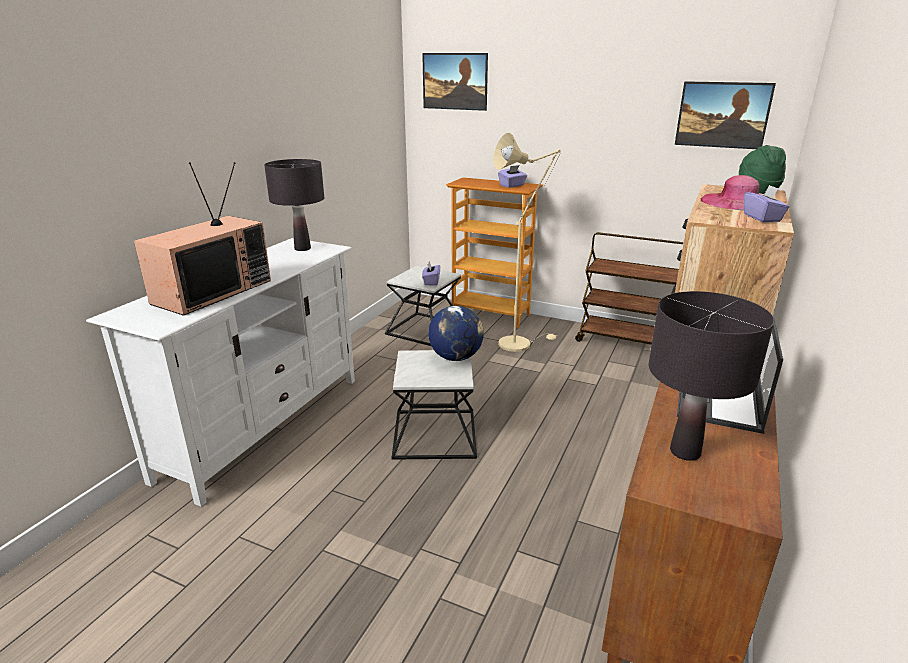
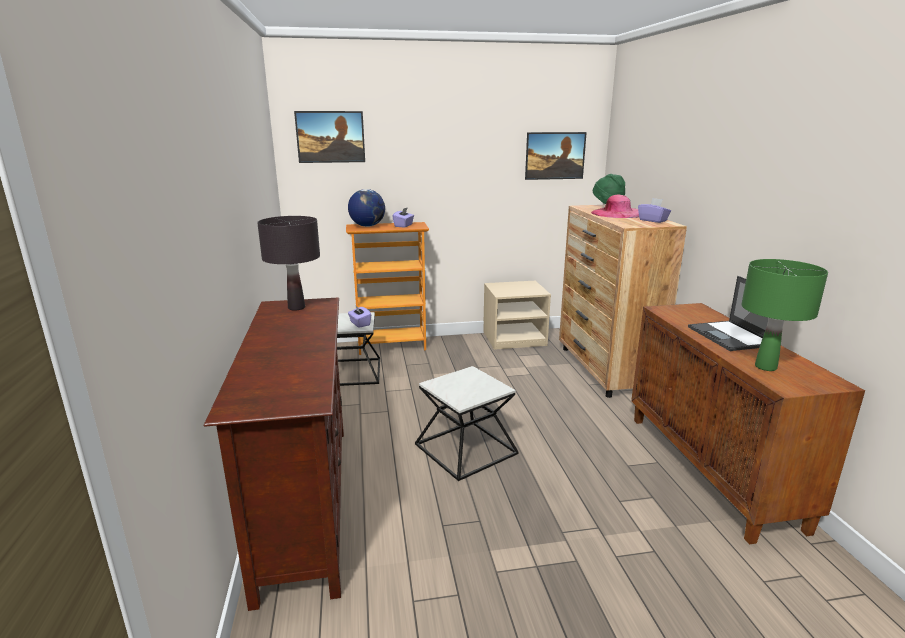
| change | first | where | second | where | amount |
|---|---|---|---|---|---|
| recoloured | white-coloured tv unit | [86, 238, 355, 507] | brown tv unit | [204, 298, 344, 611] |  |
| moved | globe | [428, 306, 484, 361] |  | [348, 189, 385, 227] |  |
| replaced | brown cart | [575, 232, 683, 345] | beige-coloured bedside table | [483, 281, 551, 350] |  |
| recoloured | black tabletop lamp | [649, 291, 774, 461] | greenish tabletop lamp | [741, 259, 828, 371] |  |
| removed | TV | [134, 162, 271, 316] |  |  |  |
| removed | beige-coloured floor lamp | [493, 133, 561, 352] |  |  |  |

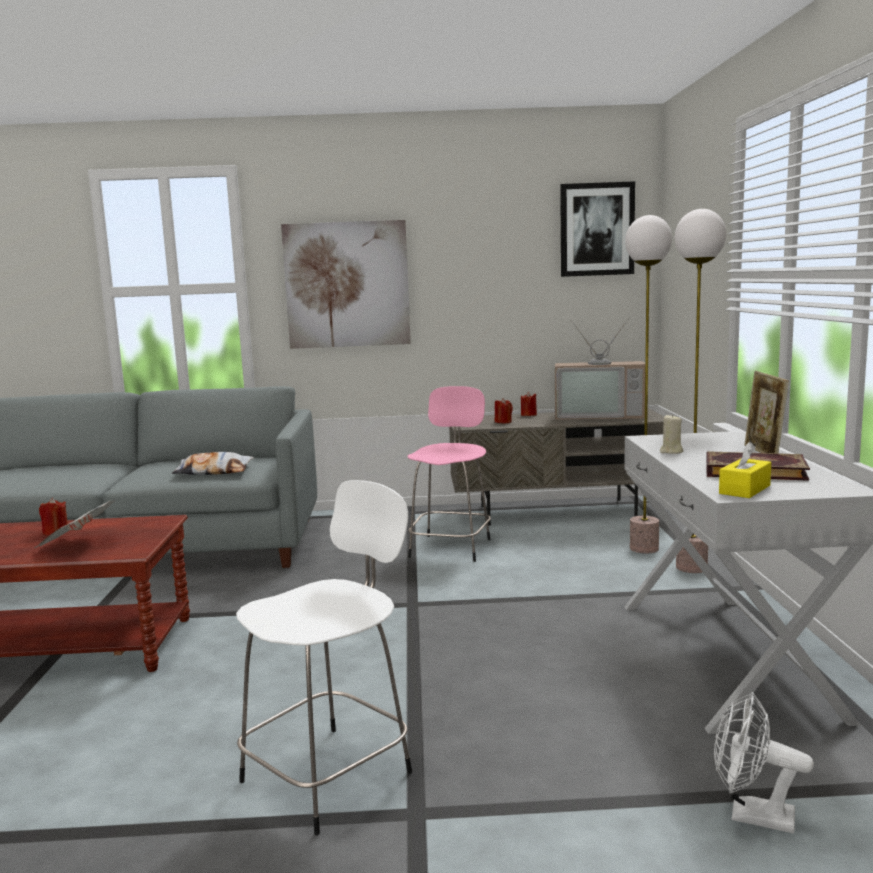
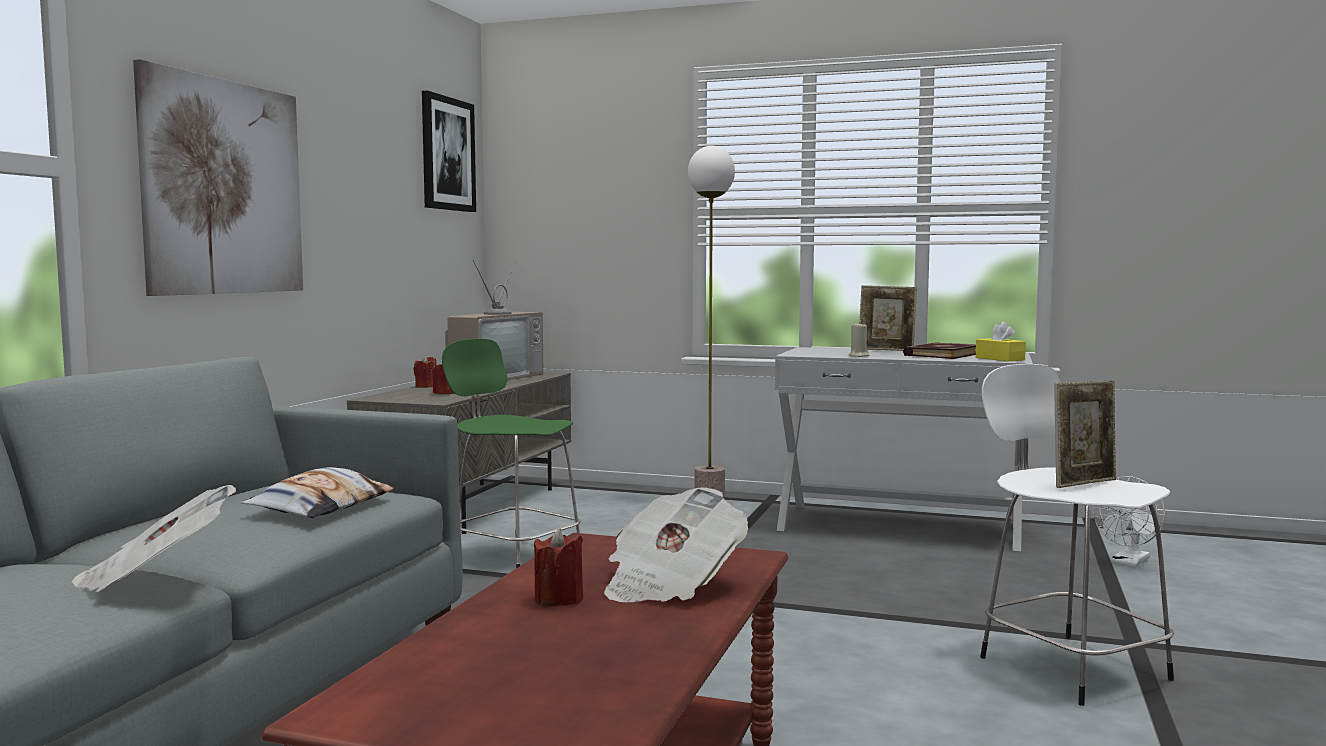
| change | first | where | second | where | amount |
|---|---|---|---|---|---|
| added |  |  | printed paper | [72, 485, 236, 592] |  |
| recoloured | pinkish stool | [407, 386, 491, 562] | greenish stool | [442, 339, 581, 568] |  |
| added |  |  | standing frame | [1054, 380, 1116, 488] |  |
| removed | floor lamp | [625, 215, 672, 553] |  |  |  |

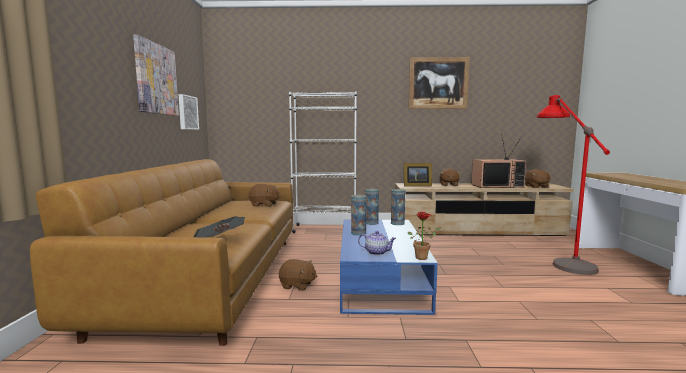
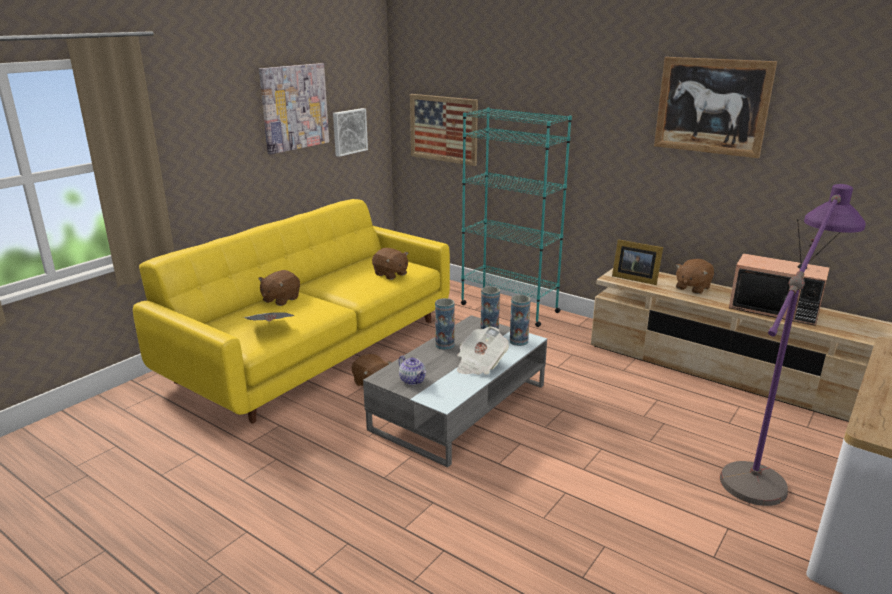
| change | first | where | second | where | amount |
|---|---|---|---|---|---|
| recoloured | brown settee | [30, 159, 293, 346] | yellow-coloured settee | [133, 199, 450, 423] |  |
| moved | brown soft toy | [525, 169, 552, 188] |  | [258, 270, 300, 306] |  |
| recoloured | blue low table | [340, 219, 438, 315] | gray low table | [363, 315, 547, 467] |  |
| added |  |  | picture | [410, 94, 478, 166] |  |
| added |  |  | printed paper | [457, 327, 509, 375] |  |
| recoloured | white-coloured bookshelf | [289, 92, 357, 233] | turquoise-coloured bookshelf | [461, 108, 572, 327] |  |
| recoloured | reddish floor lamp | [537, 95, 610, 275] | purple-coloured floor lamp | [720, 184, 866, 506] |  |
| removed | houseplant | [408, 212, 442, 260] |  |  |  |

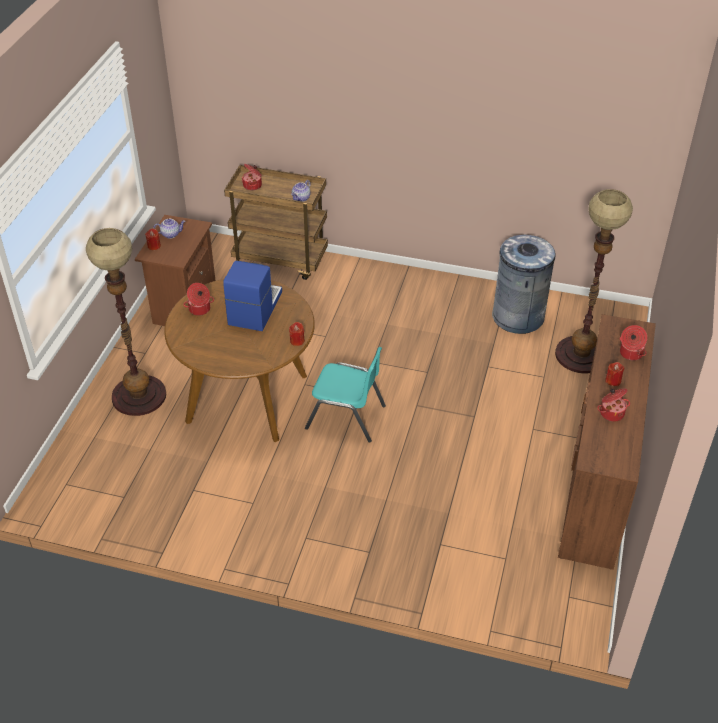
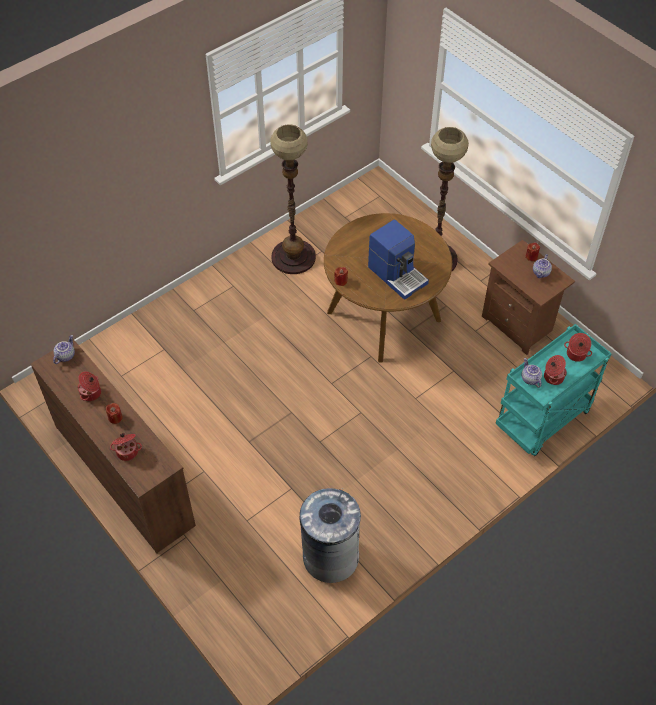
| change | first | where | second | where | amount |
|---|---|---|---|---|---|
| added |  |  | teapot | [53, 335, 75, 364] |  |
| moved | floor lamp | [555, 189, 633, 373] |  | [270, 125, 316, 274] |  |
| recoloured | brown cart | [224, 165, 328, 280] | turquoise-coloured cart | [496, 324, 612, 456] |  |
| moved | cooking pot | [183, 283, 214, 316] |  | [544, 355, 567, 385] |  |
| removed | turquoise-coloured chair | [305, 347, 386, 443] |  |  |  |

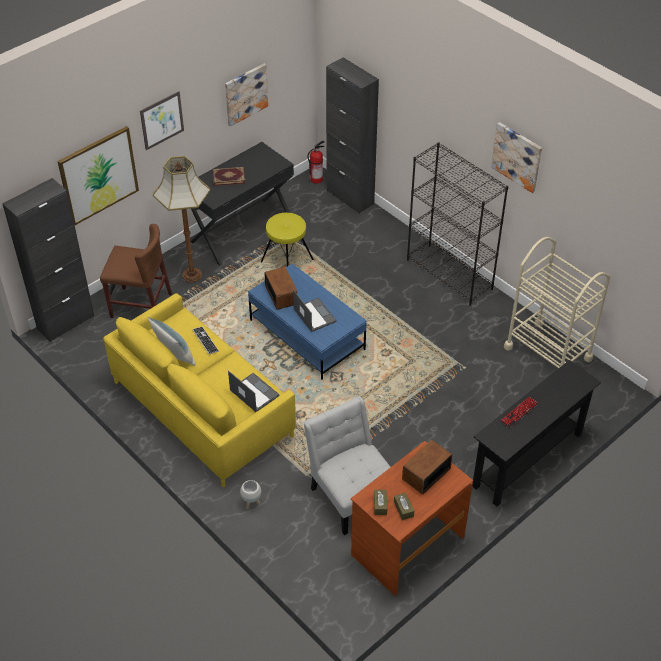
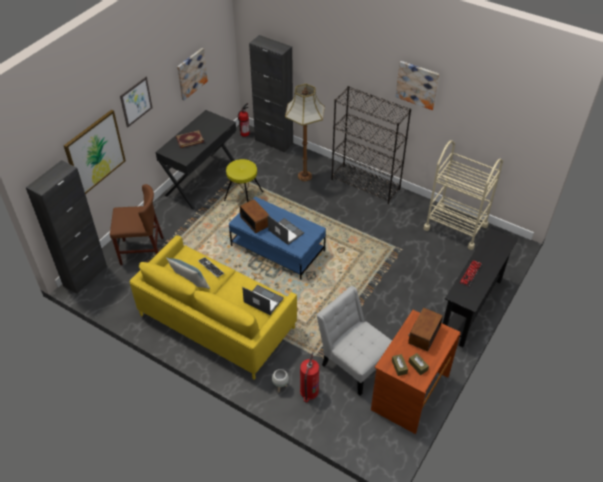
| change | first | where | second | where | amount |
|---|---|---|---|---|---|
| moved | floor lamp | [153, 156, 211, 282] |  | [285, 84, 325, 181] |  |
| added |  |  | fire-fighting cylinder | [300, 353, 319, 402] |  |

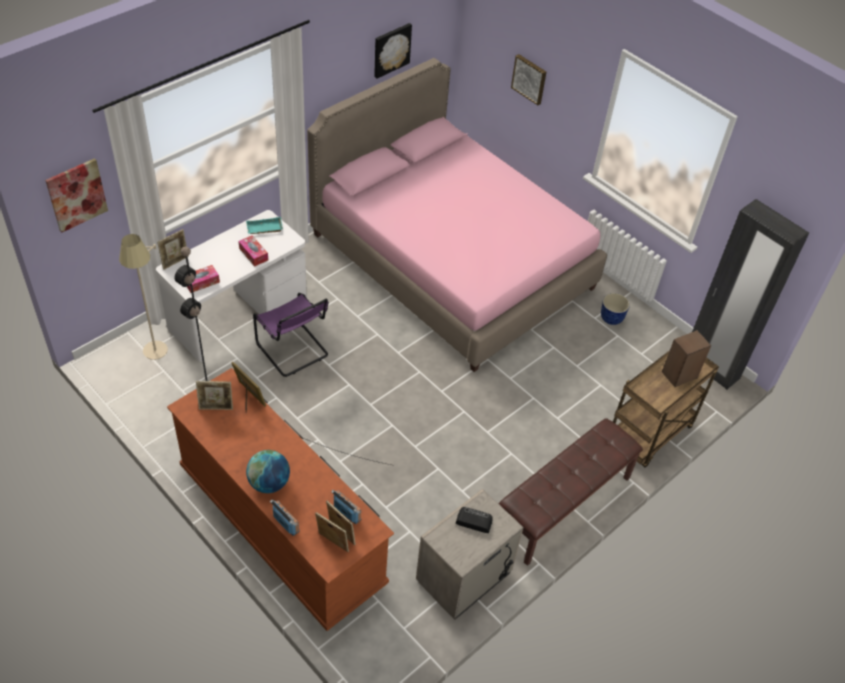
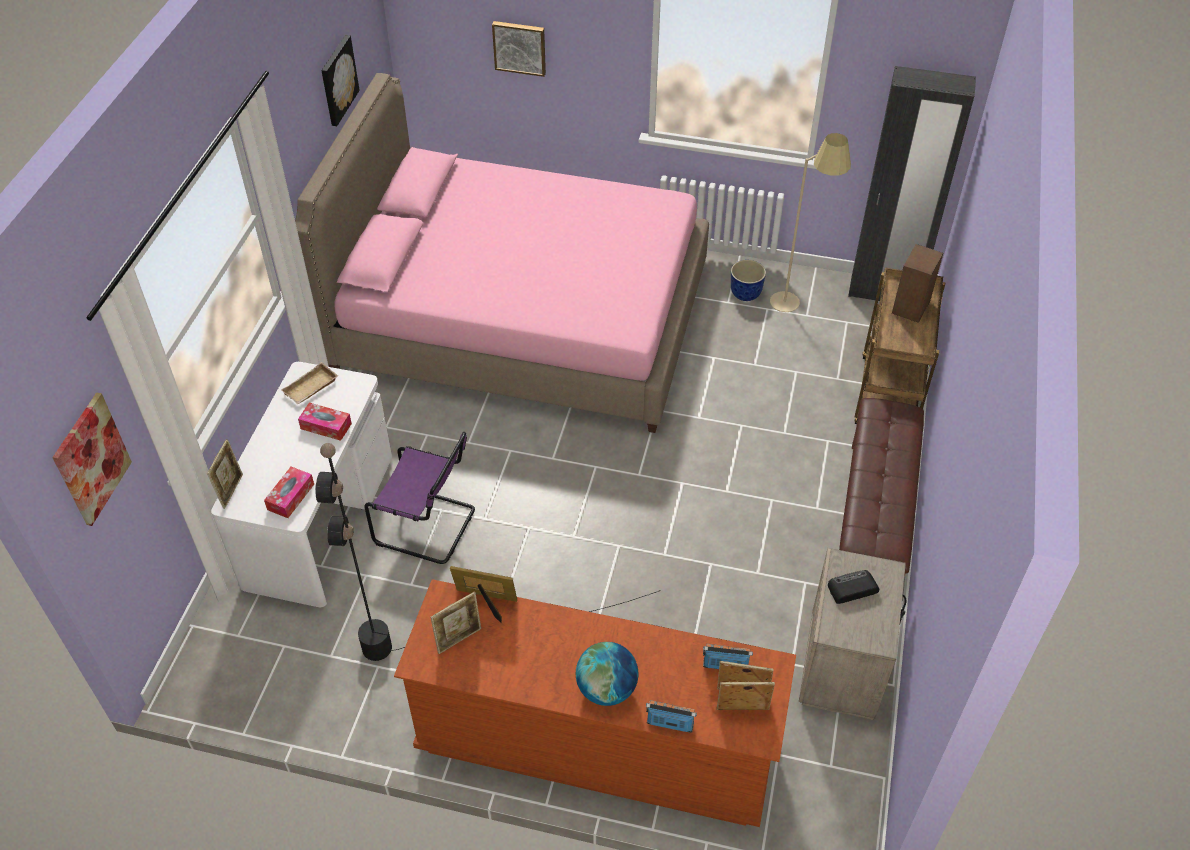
| change | first | where | second | where | amount |
|---|---|---|---|---|---|
| recoloured | turquoise-coloured serving tray | [246, 217, 283, 234] | beige-coloured serving tray | [281, 362, 338, 404] |  |
| moved | beige-coloured floor lamp | [119, 234, 168, 360] |  | [770, 133, 851, 312] |  |

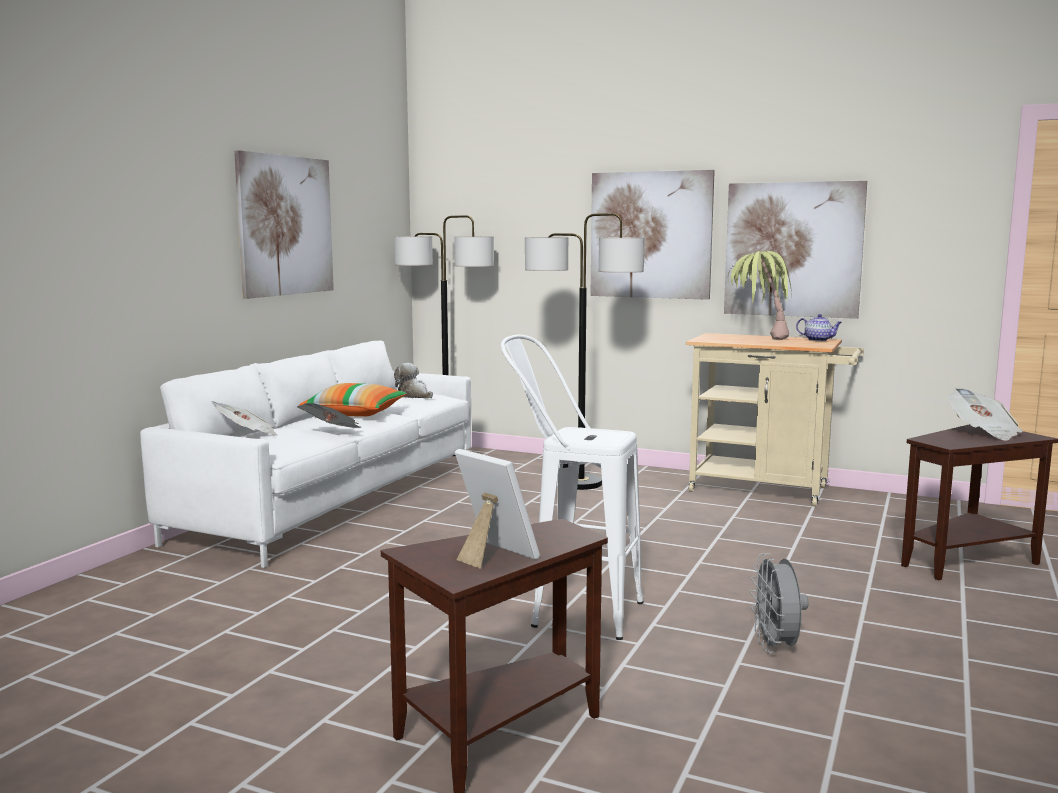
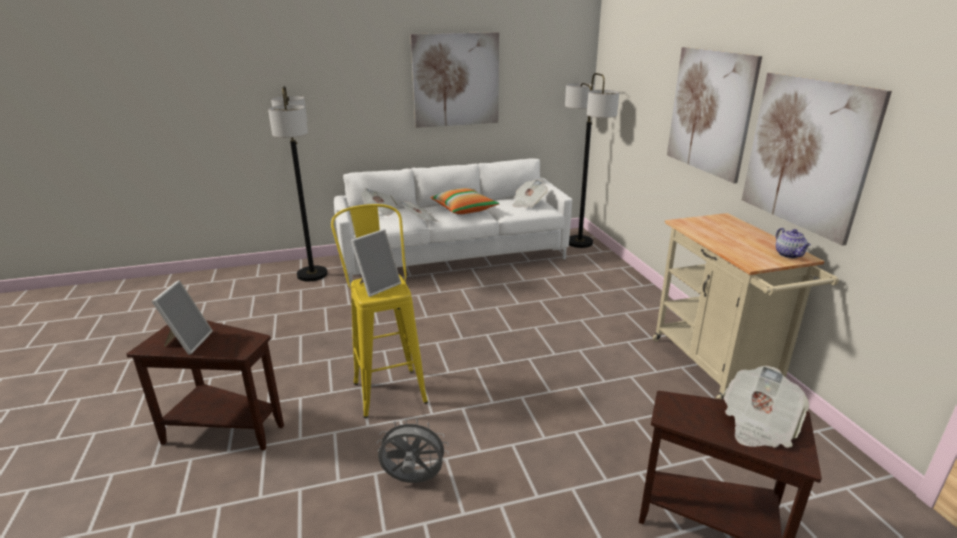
| change | first | where | second | where | amount |
|---|---|---|---|---|---|
| moved | floor lamp | [525, 213, 645, 490] |  | [268, 86, 327, 281] |  |
| recoloured | white-coloured stool | [501, 335, 643, 640] | yellow-coloured stool | [331, 204, 428, 418] |  |
| added |  |  | standing frame | [351, 229, 401, 297] |  |
| turned | gray electric fan | [750, 553, 809, 653] |  | [377, 418, 449, 483] | 45 degrees clockwise |
| replaced | soft toy | [394, 363, 433, 399] | printed paper | [513, 180, 548, 208] |  |
| removed | houseplant | [728, 251, 792, 340] |  |  |  |

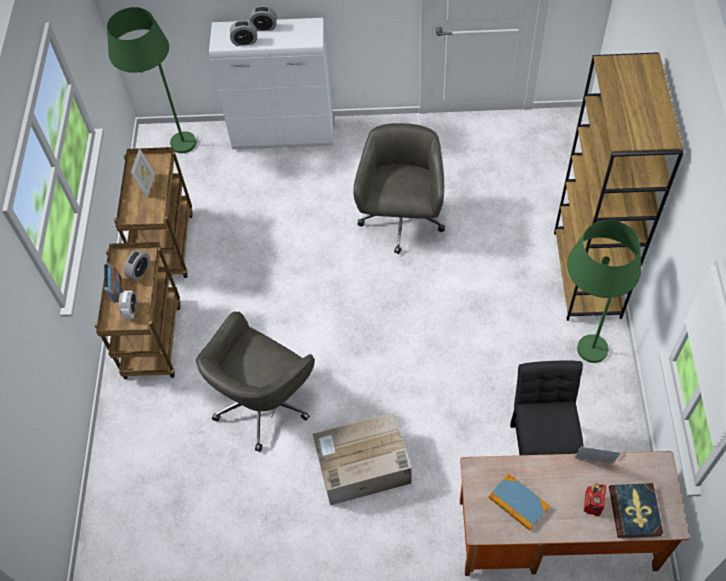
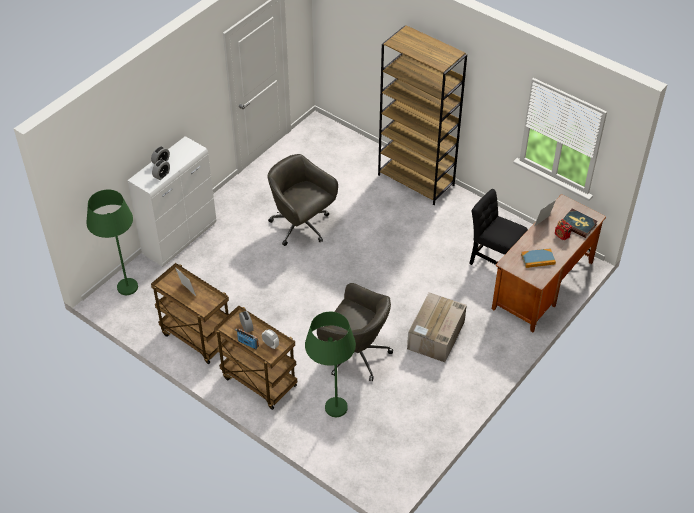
| change | first | where | second | where | amount |
|---|---|---|---|---|---|
| moved | greenish floor lamp | [567, 220, 641, 363] |  | [305, 312, 356, 417] |  |
| turned | gray computer chair | [196, 311, 315, 452] |  | [317, 283, 393, 381] | 45 degrees counterclockwise |

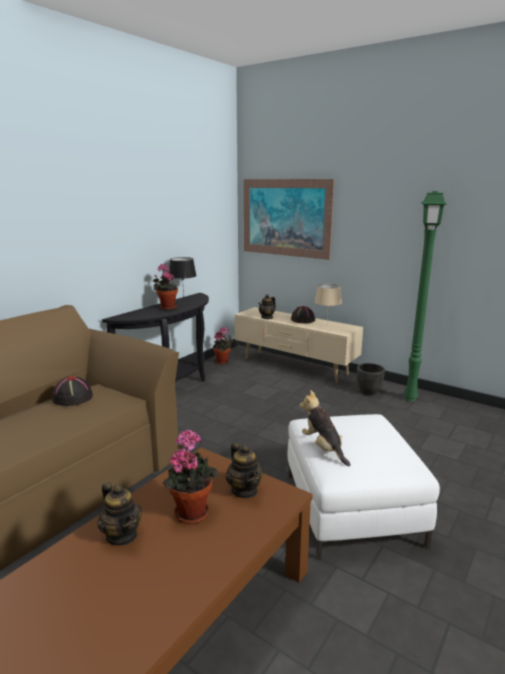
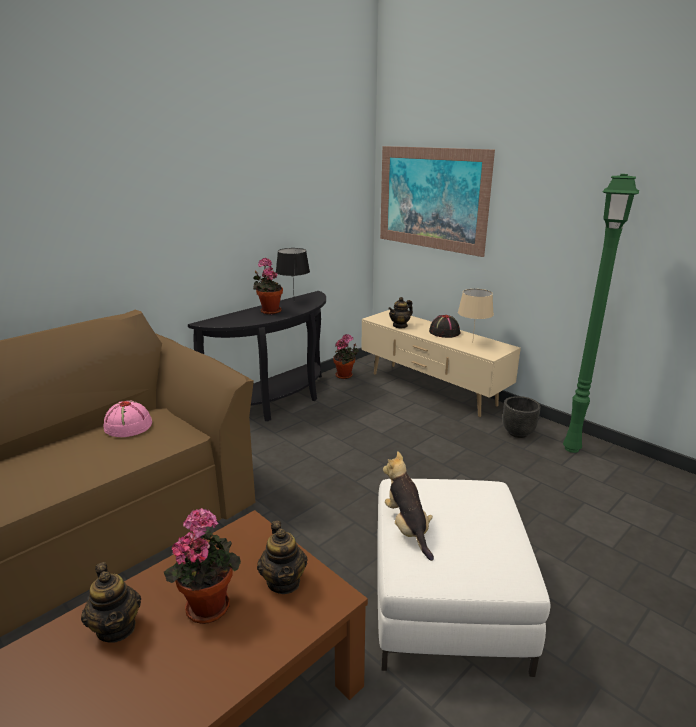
| change | first | where | second | where | amount |
|---|---|---|---|---|---|
| recoloured | black hat | [52, 376, 93, 406] | pinkish hat | [103, 401, 152, 437] |  |

